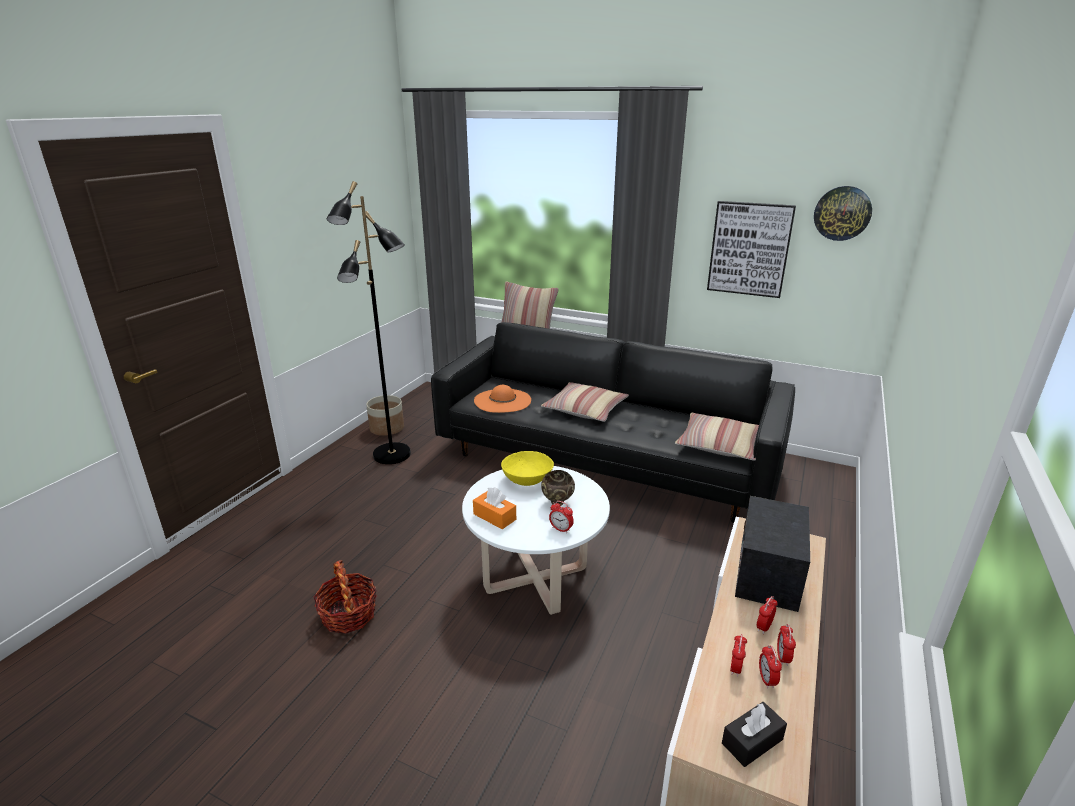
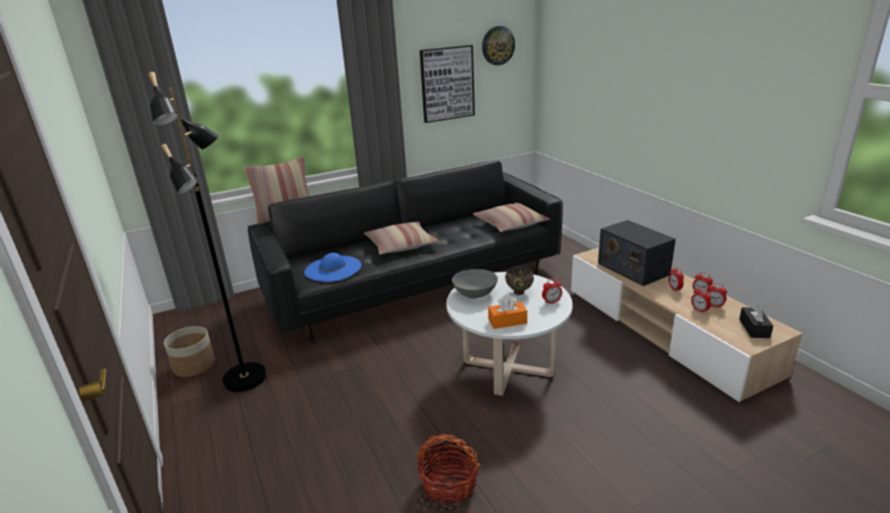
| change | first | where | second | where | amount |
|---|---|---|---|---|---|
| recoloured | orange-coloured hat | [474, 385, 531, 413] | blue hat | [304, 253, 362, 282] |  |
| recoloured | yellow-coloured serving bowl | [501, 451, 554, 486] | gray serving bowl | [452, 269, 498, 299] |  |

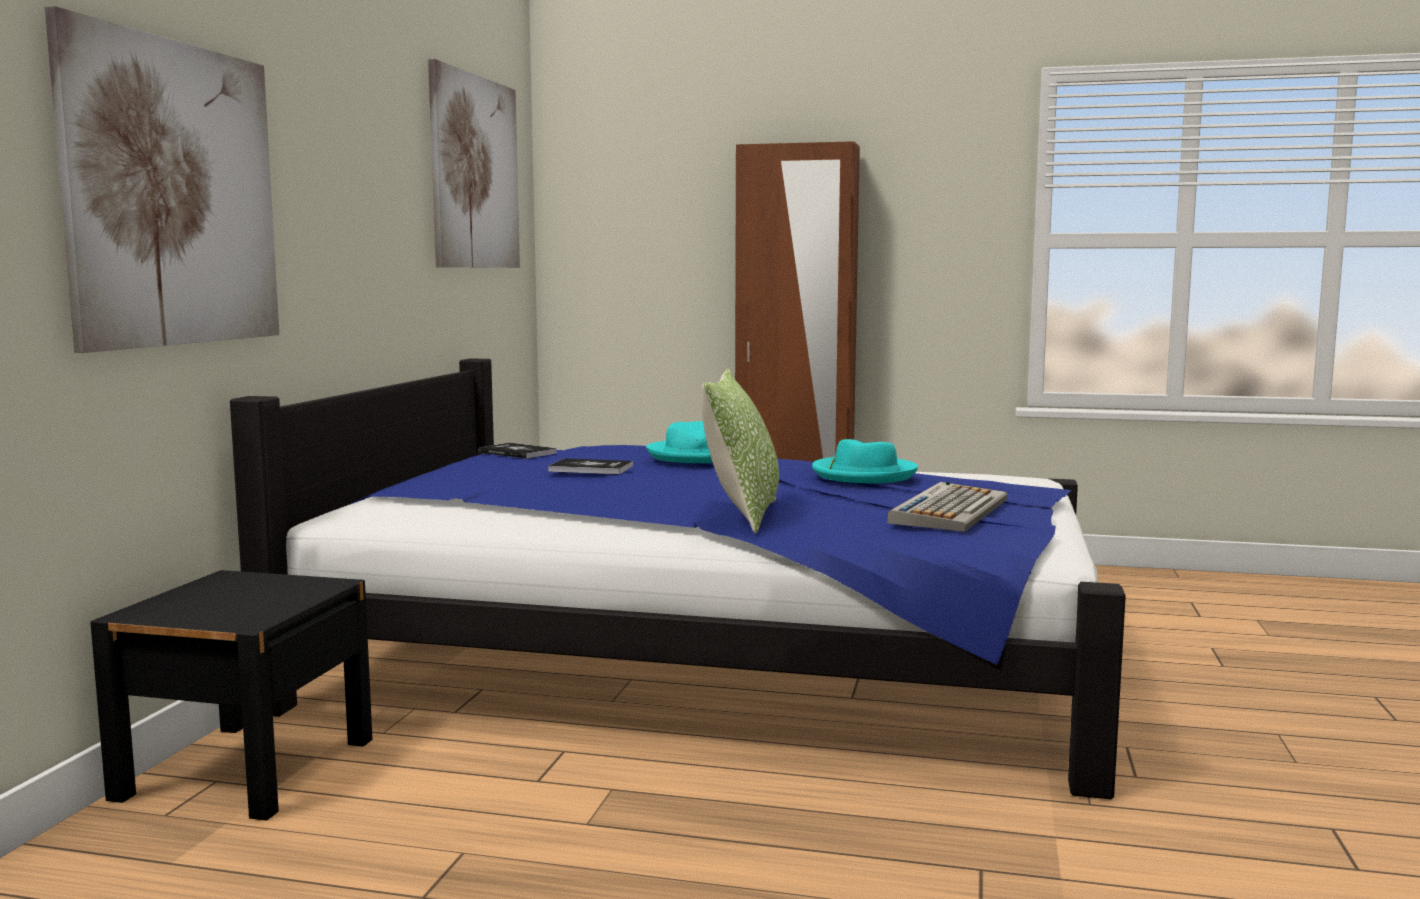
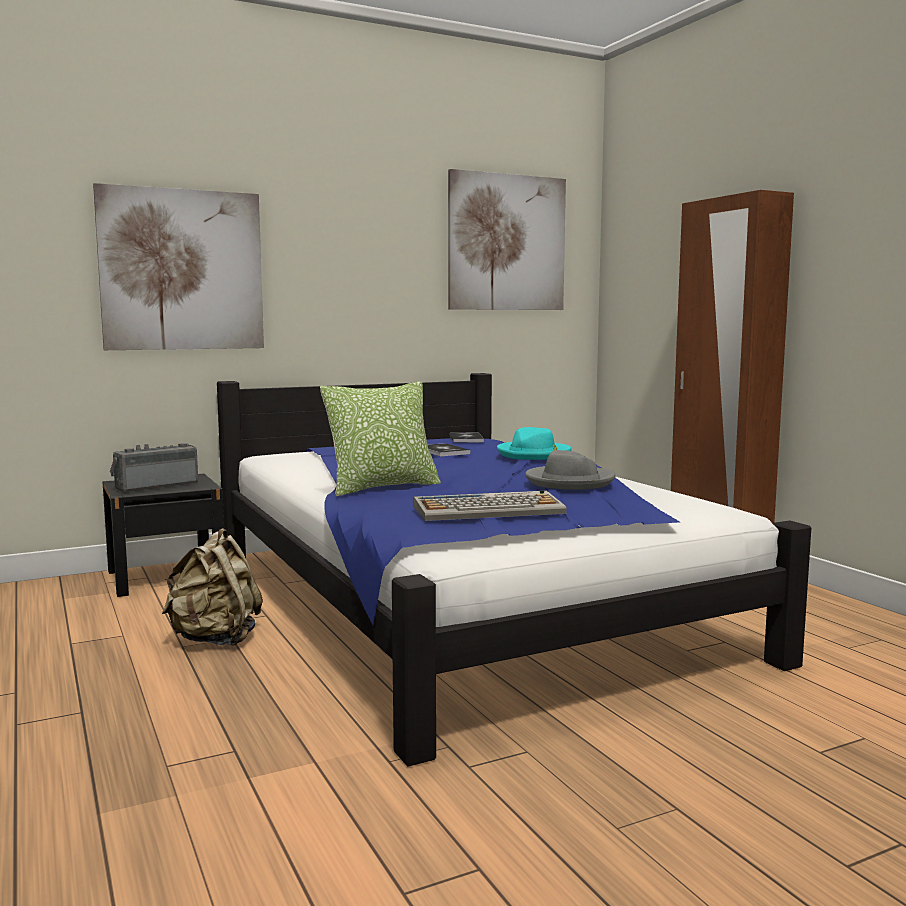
| change | first | where | second | where | amount |
|---|---|---|---|---|---|
| added |  |  | radio | [110, 443, 198, 492] |  |
| added |  |  | beige-coloured knapsack | [162, 528, 263, 646] |  |
| recoloured | turquoise-coloured hat | [812, 439, 918, 483] | gray hat | [525, 450, 615, 490] |  |

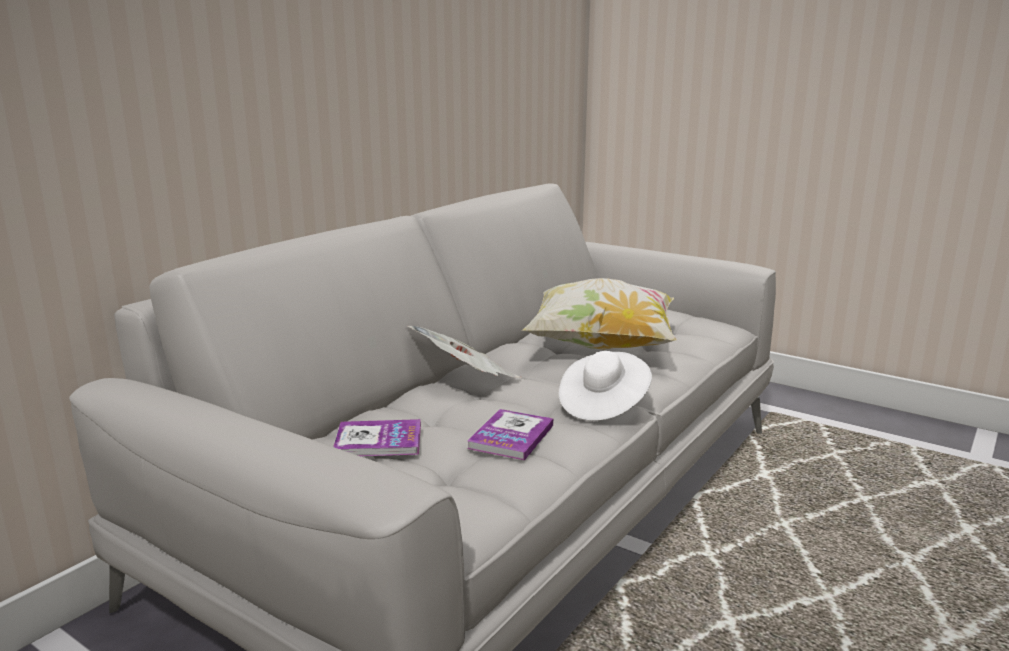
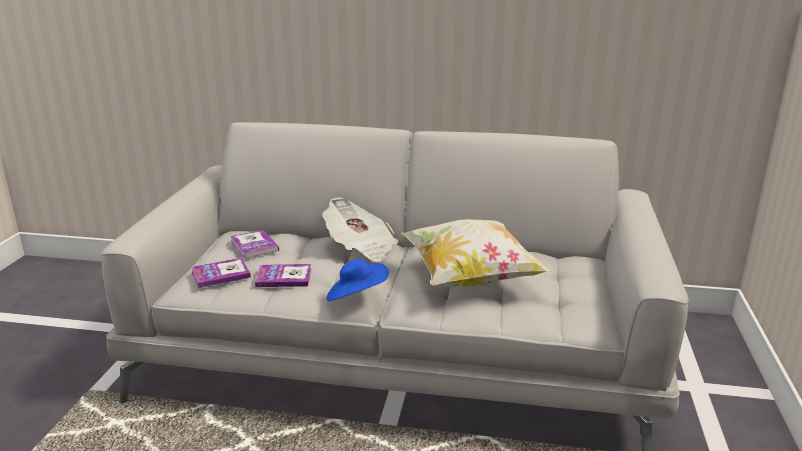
| change | first | where | second | where | amount |
|---|---|---|---|---|---|
| added |  |  | bound book | [191, 257, 251, 288] |  |
| recoloured | white-coloured hat | [559, 351, 652, 421] | blue hat | [326, 259, 389, 301] |  |

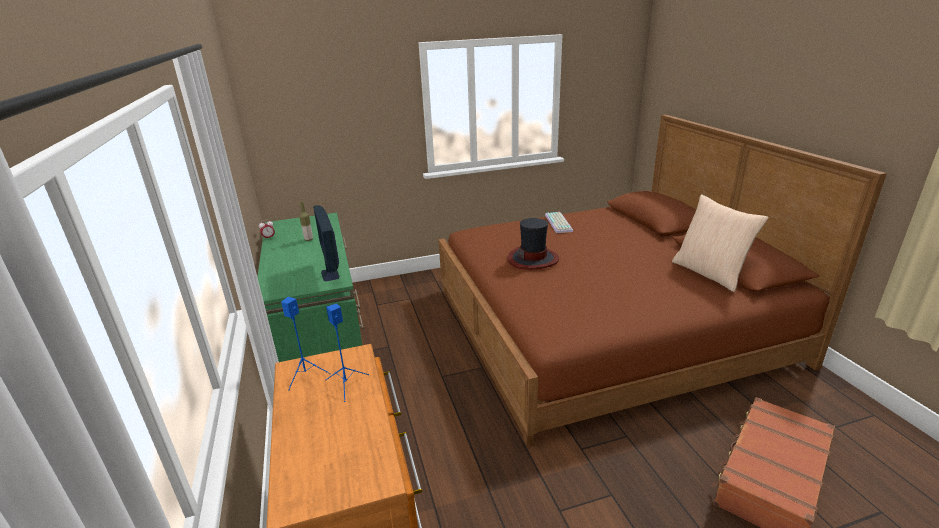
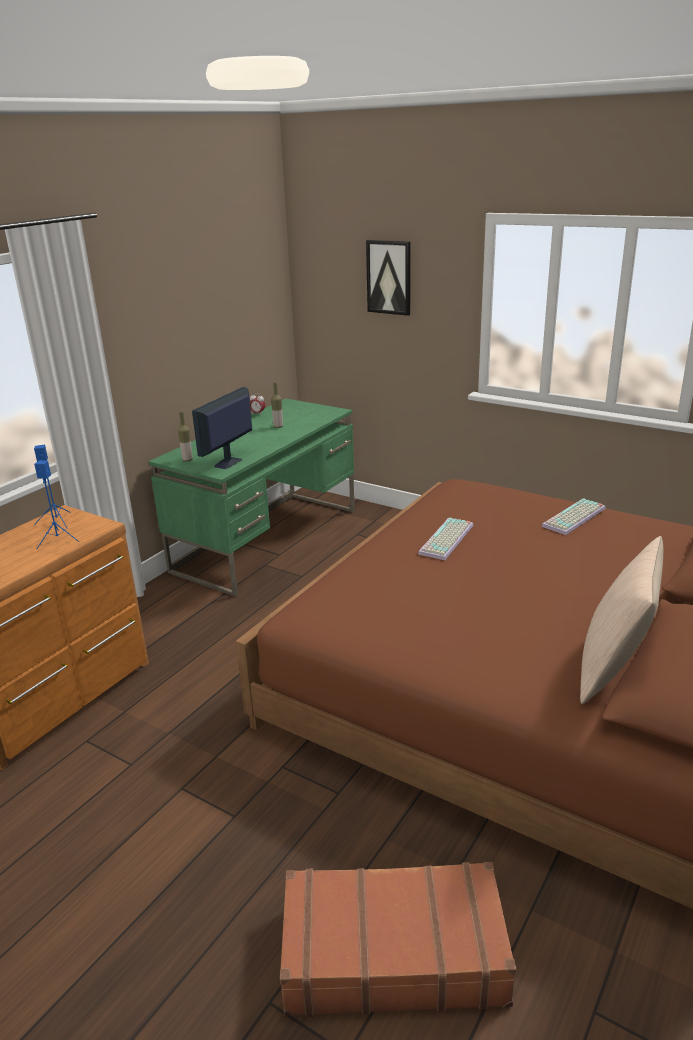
| change | first | where | second | where | amount |
|---|---|---|---|---|---|
| added |  |  | beverage bottle | [178, 412, 193, 462] |  |
| added |  |  | picture | [366, 240, 411, 316] |  |
| replaced | hat | [507, 218, 559, 270] | keyboard | [418, 518, 473, 560] |  |

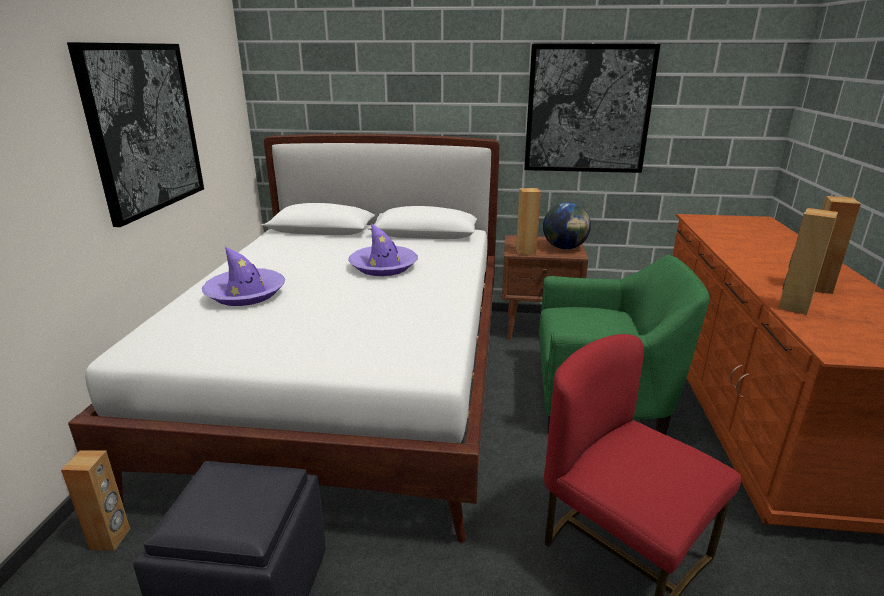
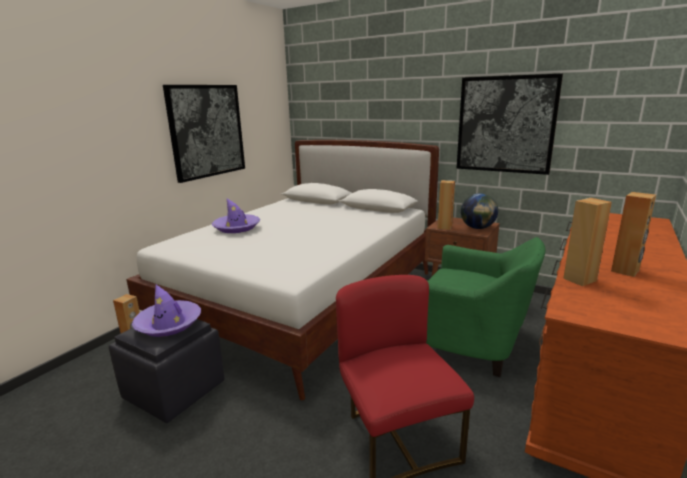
| change | first | where | second | where | amount |
|---|---|---|---|---|---|
| moved | purple-coloured hat | [348, 223, 418, 276] |  | [132, 285, 201, 337] |  |

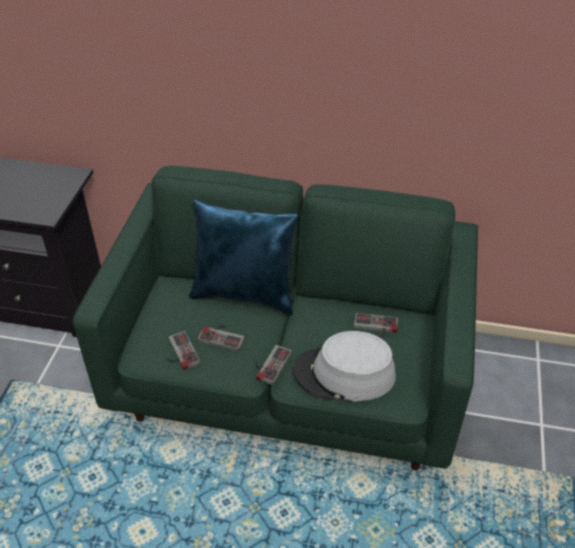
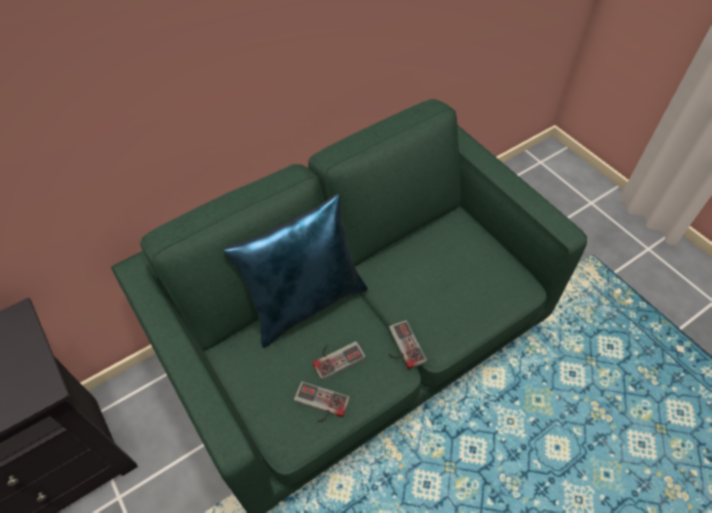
| change | first | where | second | where | amount |
|---|---|---|---|---|---|
| removed | gray hat | [293, 331, 396, 401] |  |  |  |
| removed | gamepad | [354, 313, 398, 338] |  |  |  |

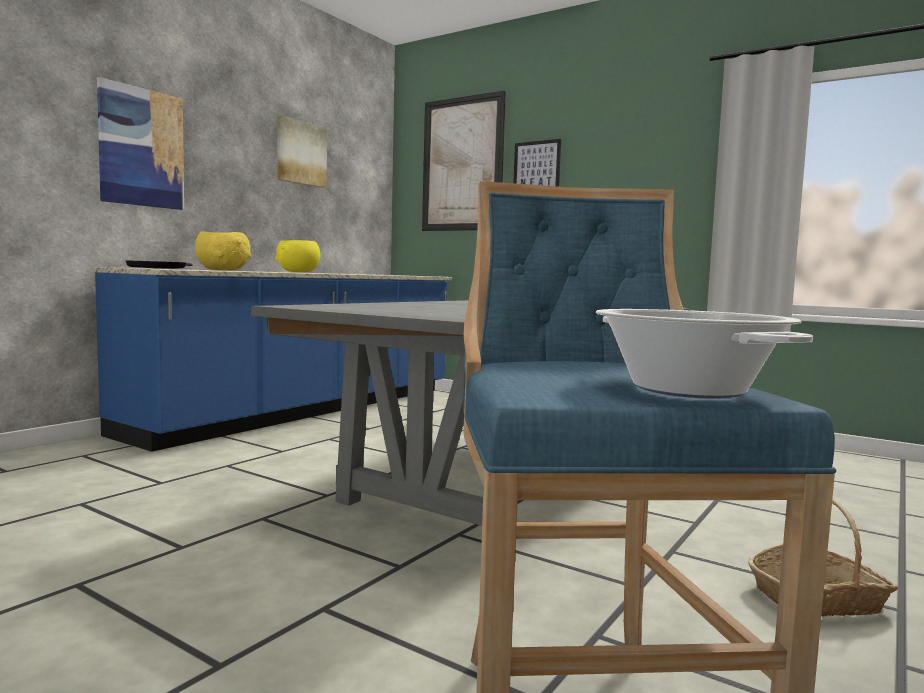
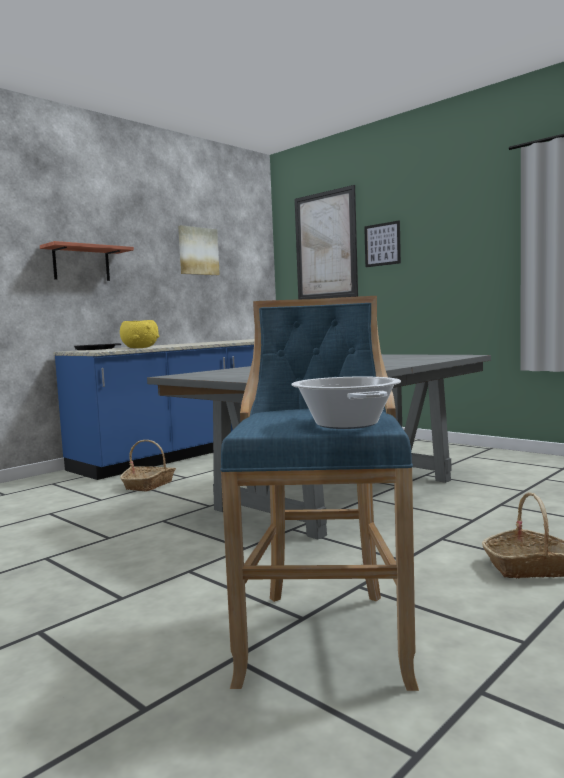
| change | first | where | second | where | amount |
|---|---|---|---|---|---|
| replaced | picture | [97, 77, 184, 210] | shelf | [40, 241, 134, 281] |  |
| added |  |  | household basket | [120, 440, 176, 492] |  |
| removed | yellow-coloured serving bowl | [275, 240, 321, 272] |  |  |  |

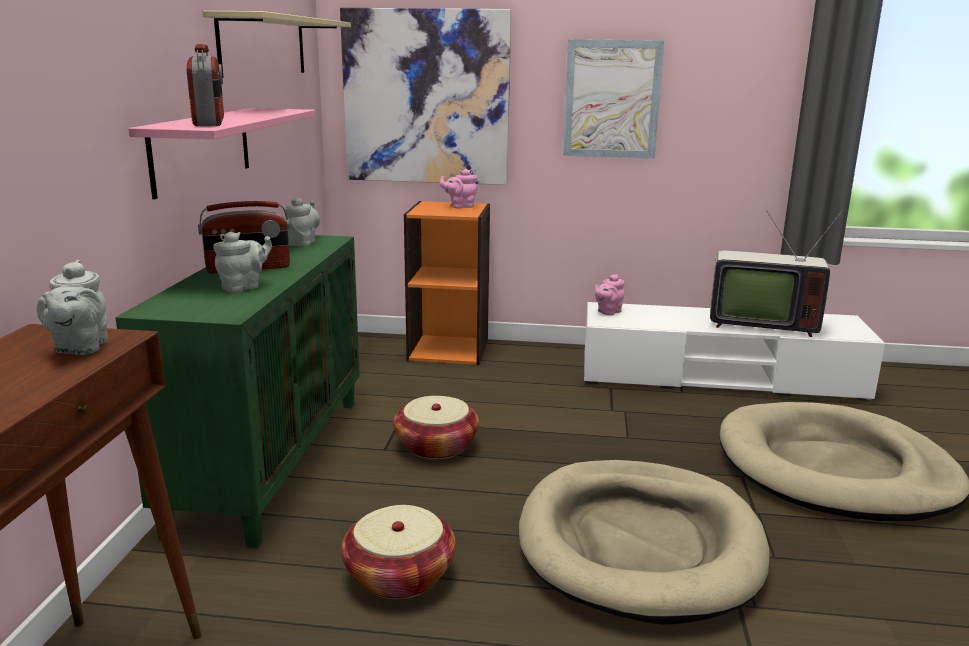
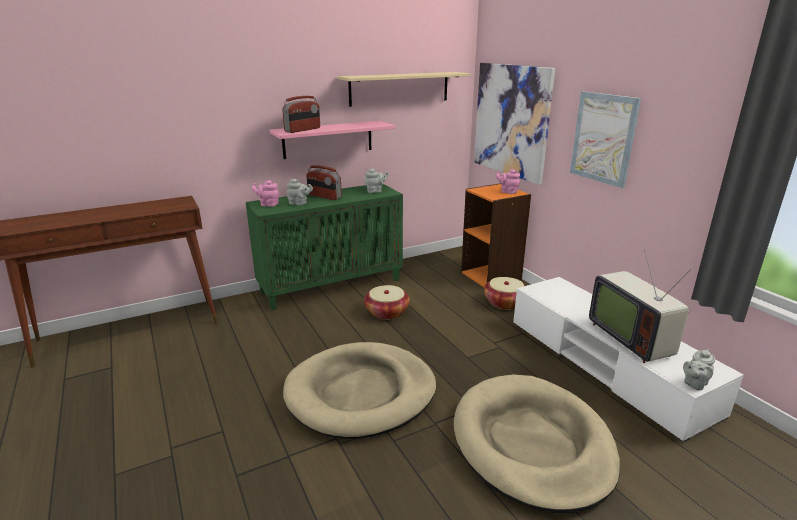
| change | first | where | second | where | amount |
|---|---|---|---|---|---|
| moved | pinkish teapot | [595, 274, 625, 315] |  | [252, 180, 279, 207] |  |
| moved | household basket | [341, 505, 456, 599] |  | [484, 277, 525, 310] |  |
| moved | gray teapot | [37, 260, 108, 355] |  | [683, 349, 715, 390] |  |

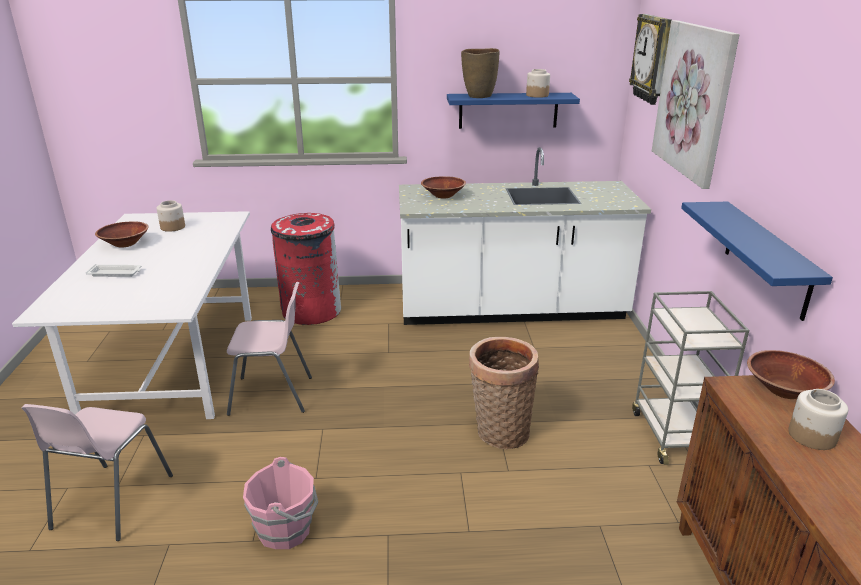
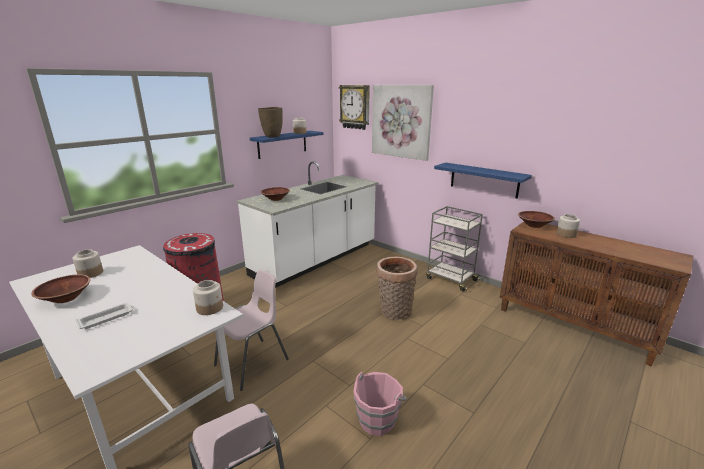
| change | first | where | second | where | amount |
|---|---|---|---|---|---|
| added |  |  | jar | [193, 280, 223, 315] |  |

